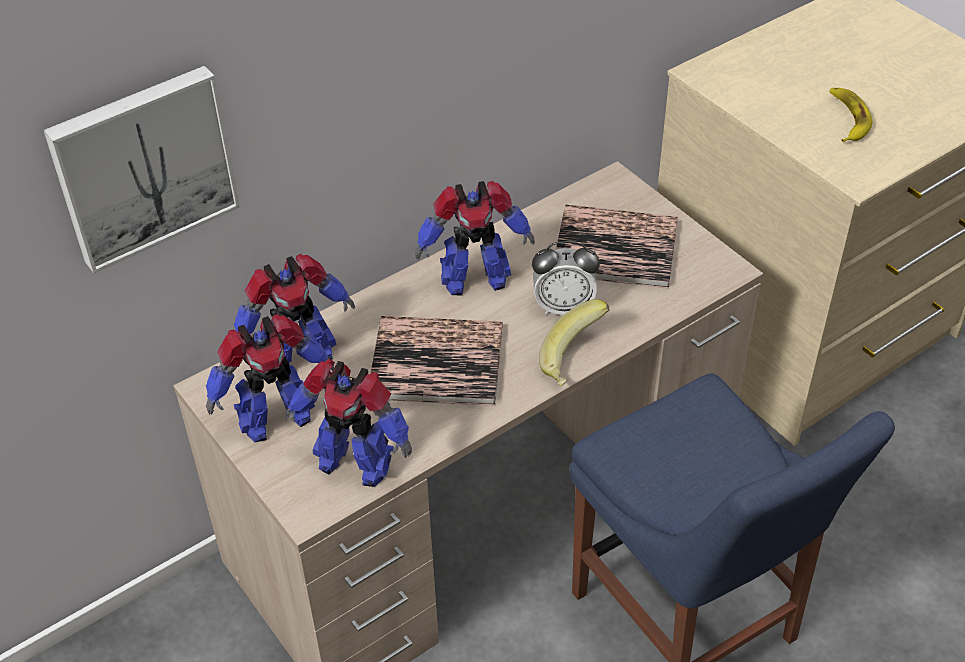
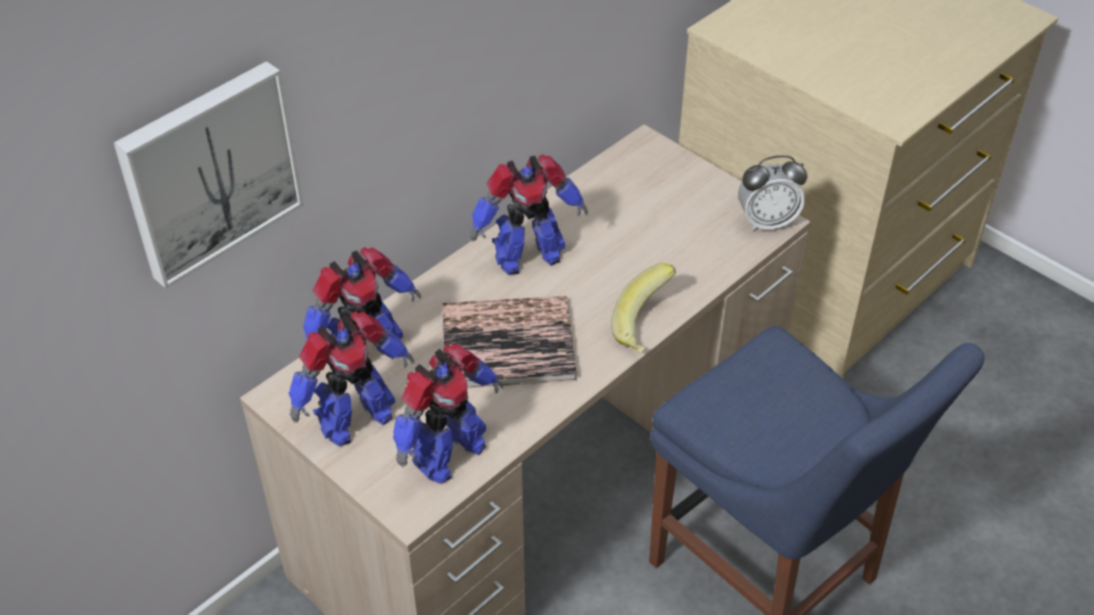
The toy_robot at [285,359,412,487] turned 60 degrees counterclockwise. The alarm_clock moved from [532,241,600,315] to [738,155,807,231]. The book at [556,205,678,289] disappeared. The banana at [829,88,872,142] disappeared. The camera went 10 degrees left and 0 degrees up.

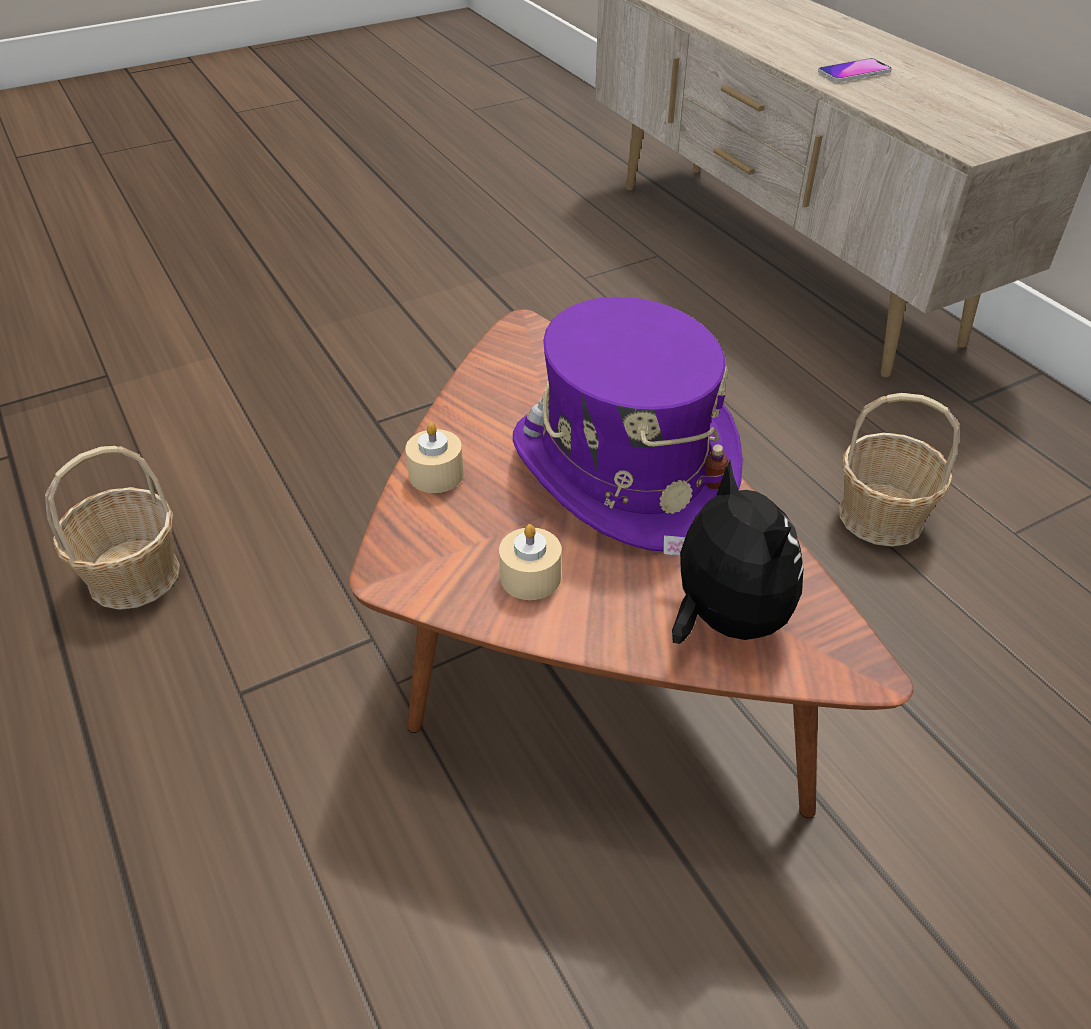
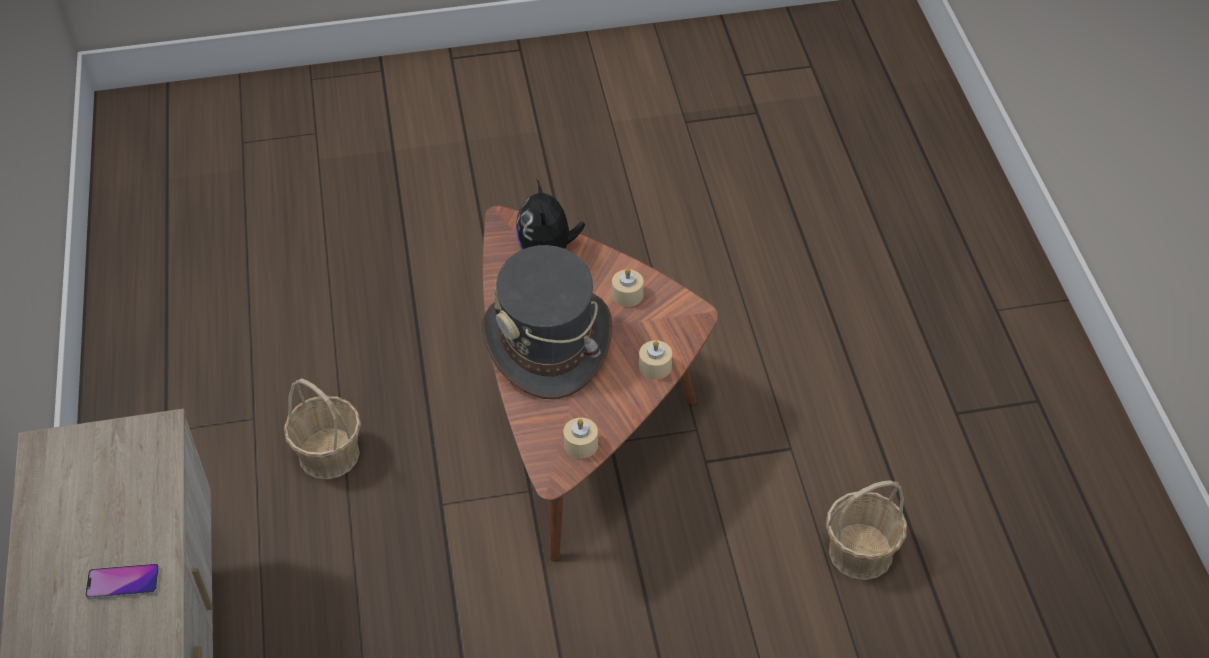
The purple_hat at [513,297,743,551] became the grey_hat at [482,245,612,399]. The beige_candle at [563,418,598,459] appeared. The camera went 160 degrees left and 5 degrees up.

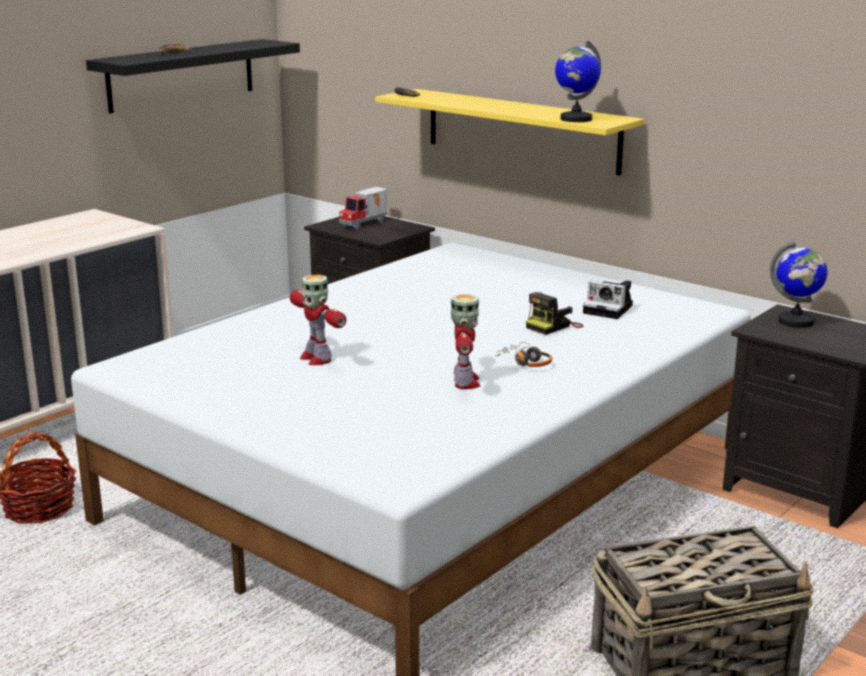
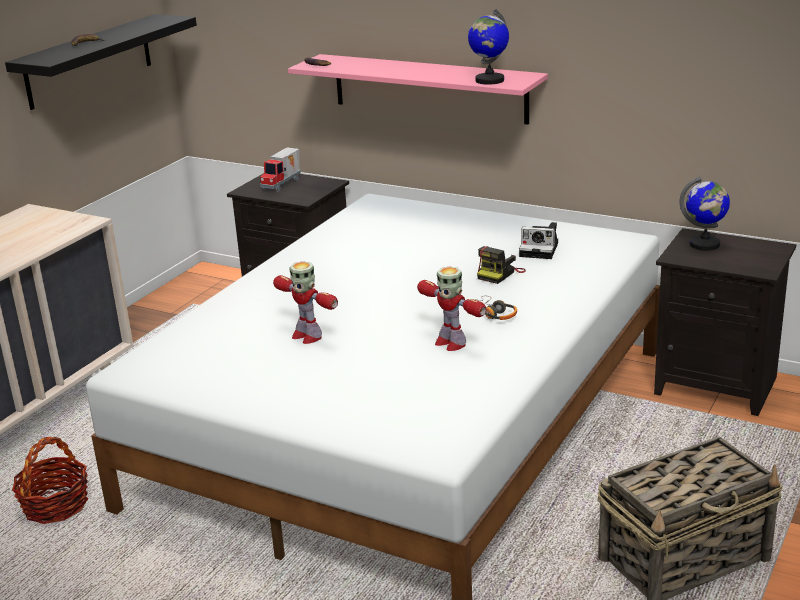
The yellow_shelf at [375,89,644,175] became the pink_shelf at [288,54,548,125]. The toy_robot at [451,294,481,389] turned 150 degrees clockwise. The camera went 10 degrees left and 5 degrees up.

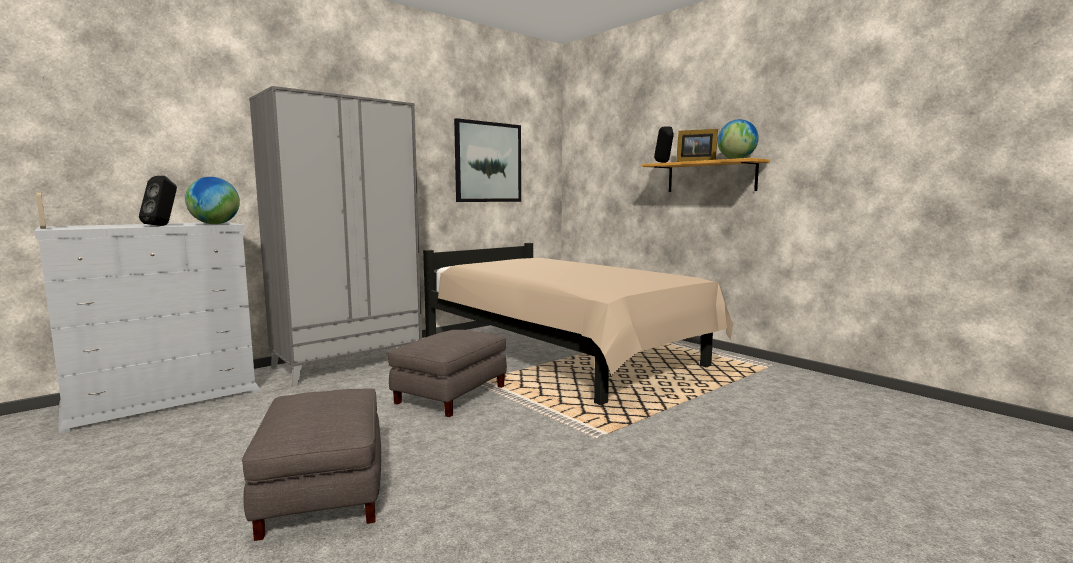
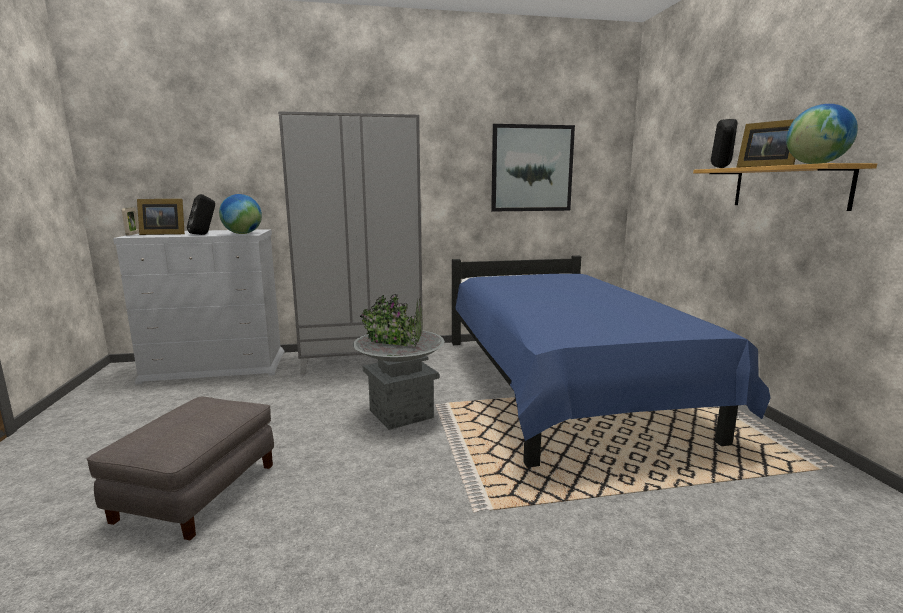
The grey_ottoman at [387,330,507,417] was replaced by the grey_planter at [353,294,445,430]. The beige_bed at [423,243,733,405] became the blue_bed at [452,255,770,467]. The picture_frame at [137,199,185,235] appeared. The camera went 30 degrees right and 5 degrees up.

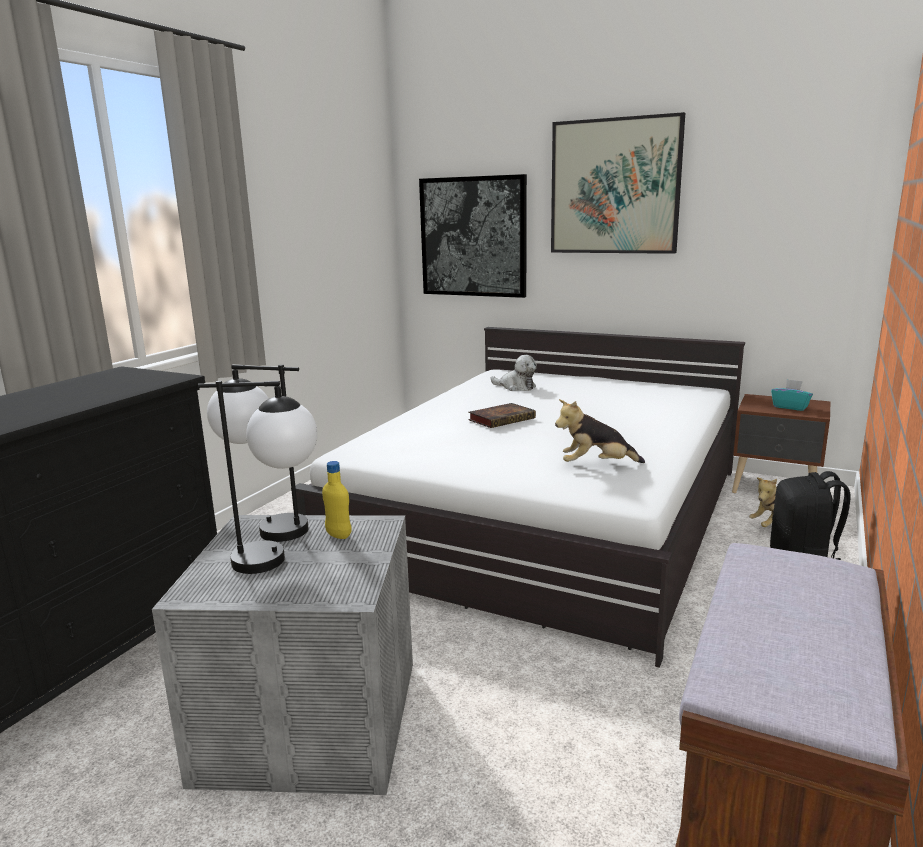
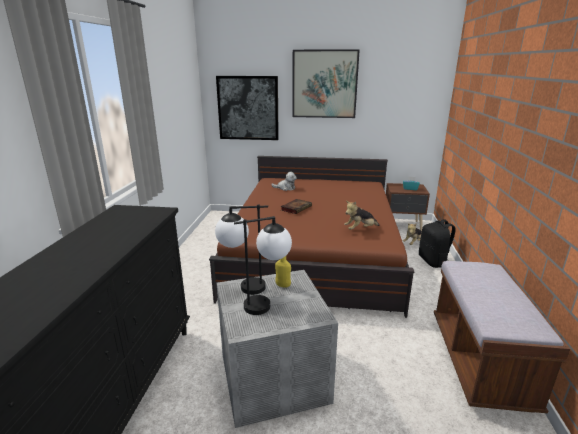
The white_bed at [291,327,745,668] became the brown_bed at [209,156,414,318]. The camera went 20 degrees left and 5 degrees up.

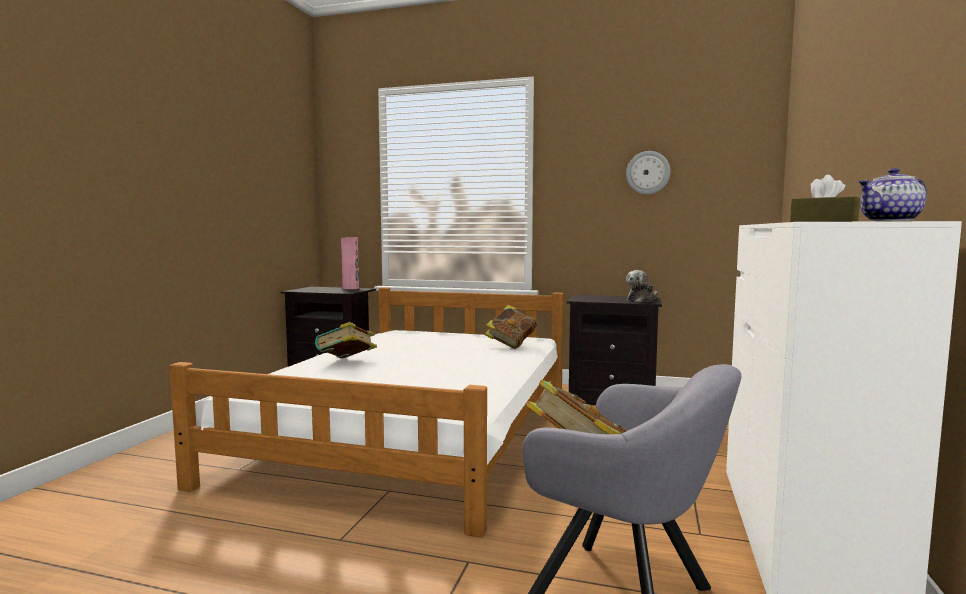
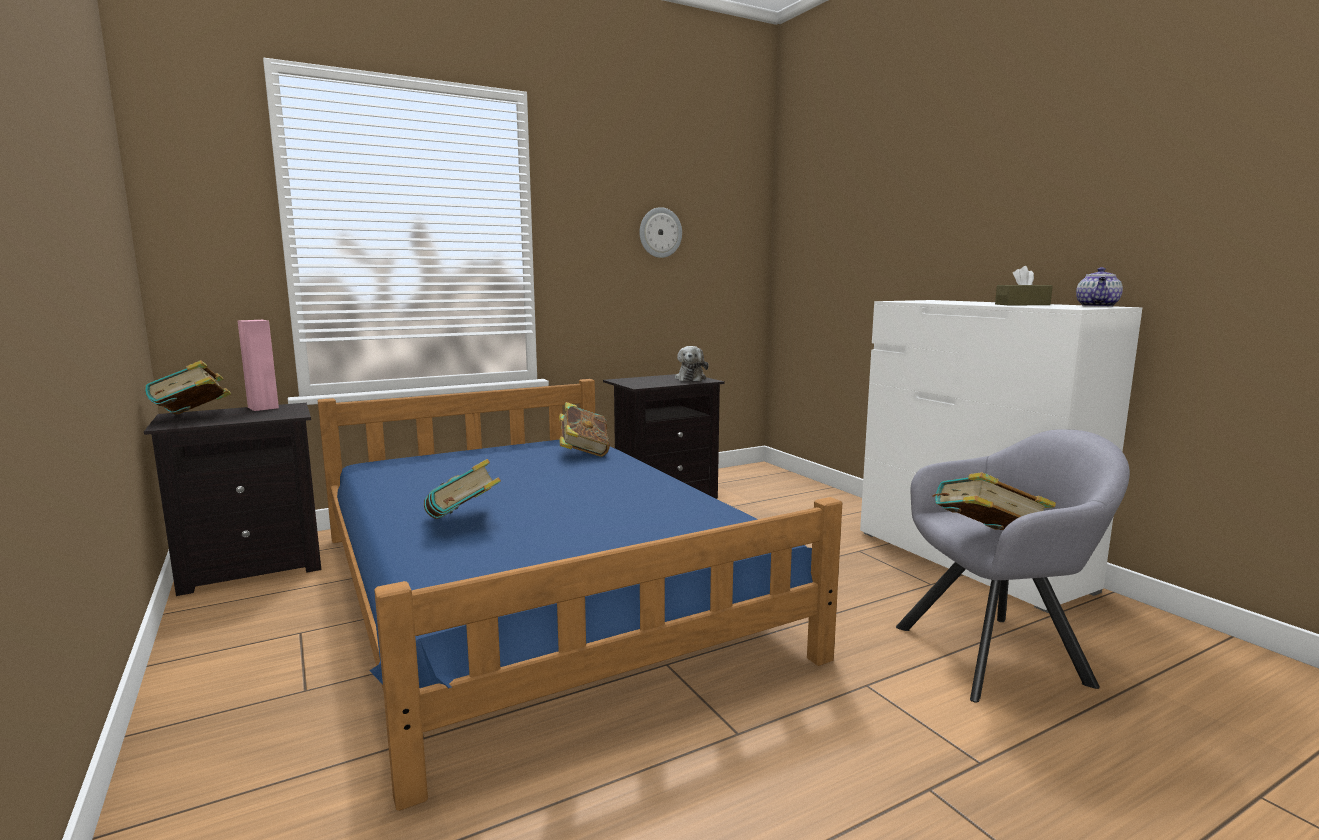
The white_bed at [169,287,564,538] became the blue_bed at [318,379,842,811]. The book at [145,360,231,414] appeared. The camera went 45 degrees left and 5 degrees up.

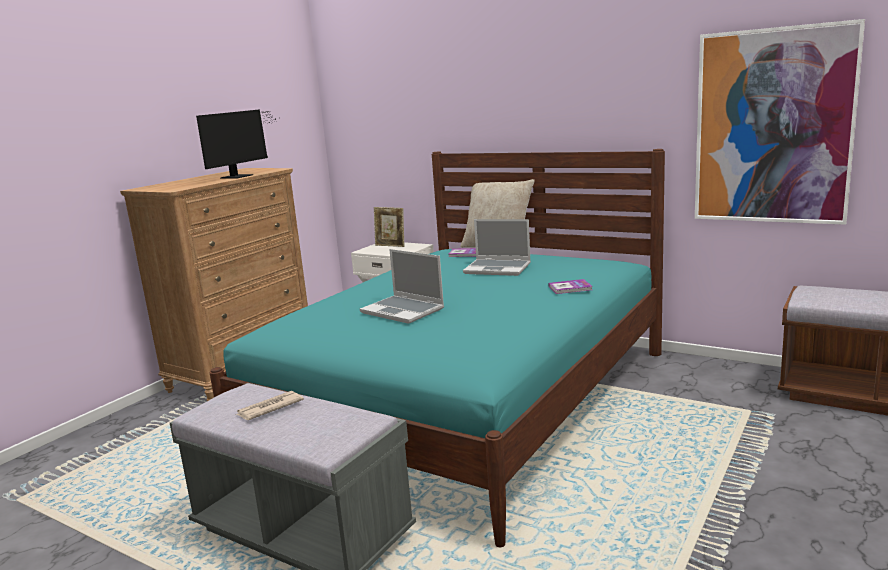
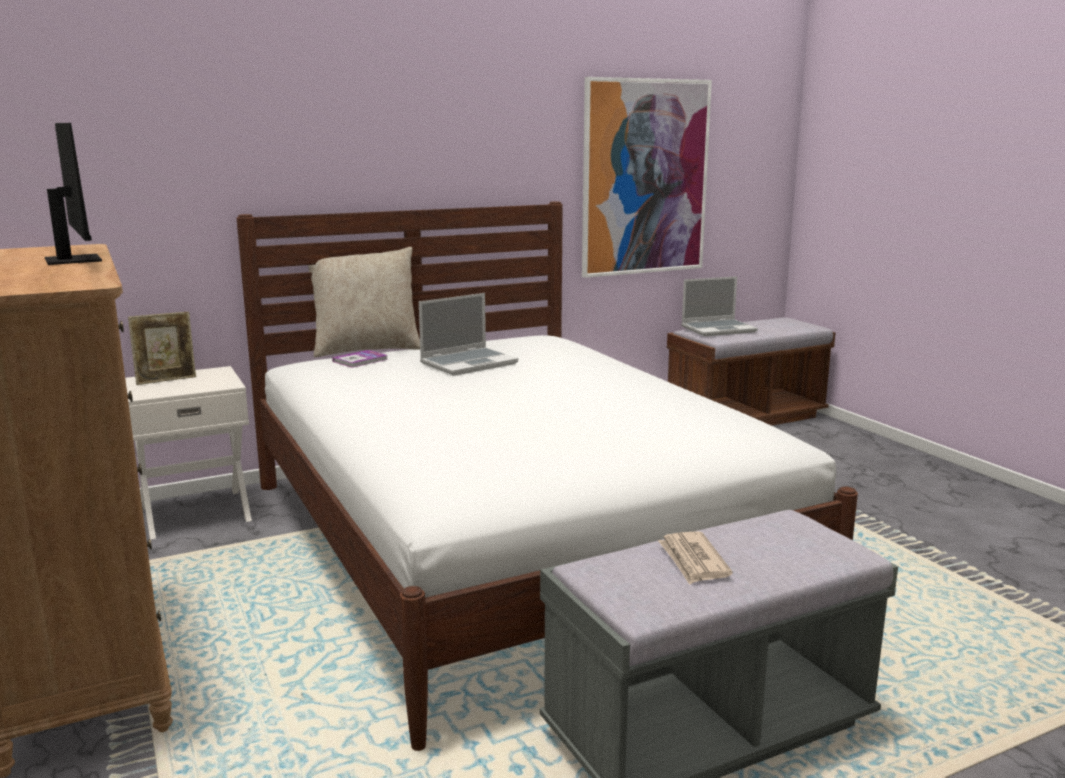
The turquoise_bed at [210,149,665,547] became the white_bed at [237,201,858,751]. The laptop moved from [360,249,444,324] to [681,276,758,336]. The book at [548,279,593,294] disappeared. The camera went 60 degrees left and 0 degrees up.

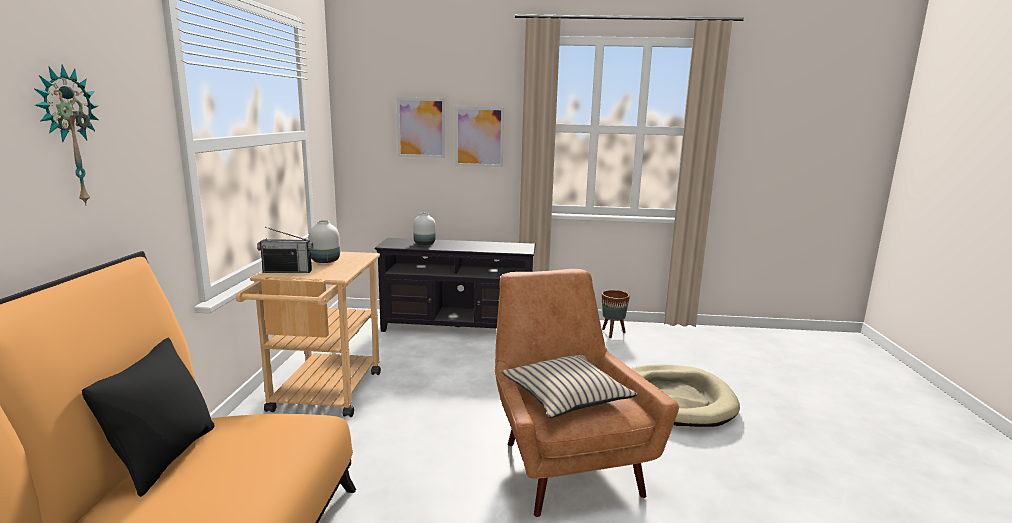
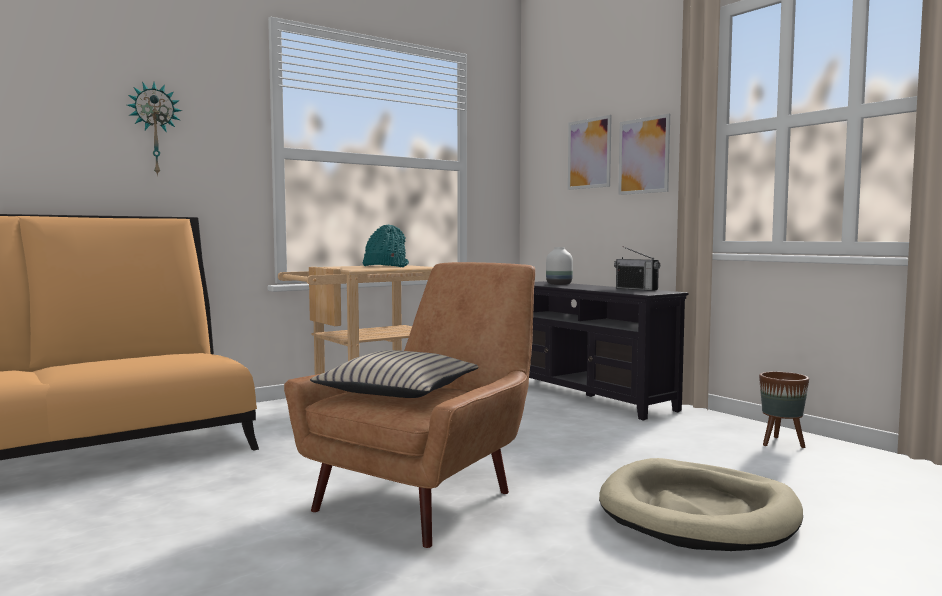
The black_pillow at [82,338,215,497] disappeared. The radio moved from [257,227,313,273] to [614,247,660,291]. The white_vase at [309,220,340,263] was replaced by the turquoise_hat at [363,225,409,267]. The camera went 50 degrees right and 10 degrees down.

